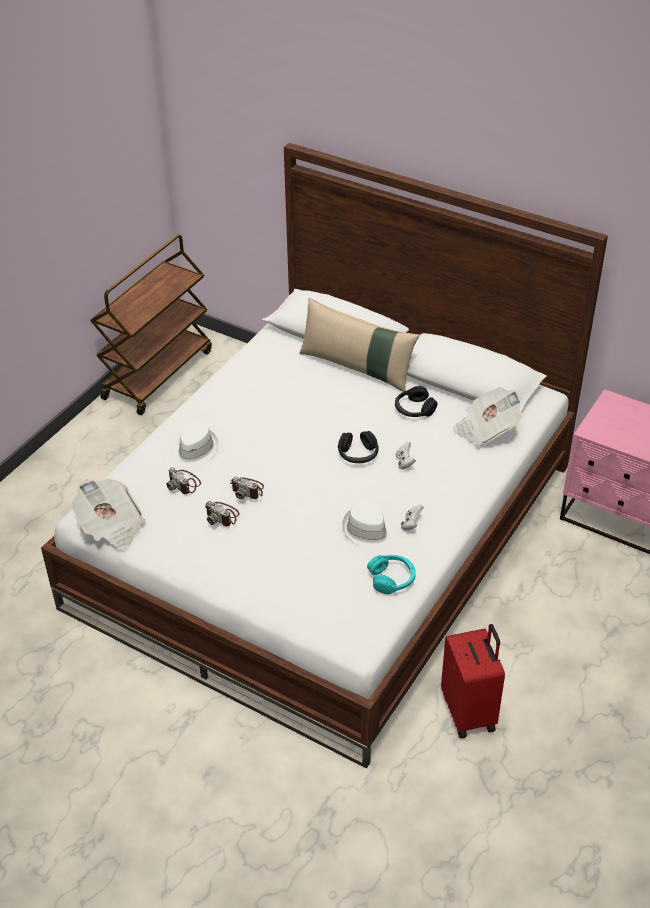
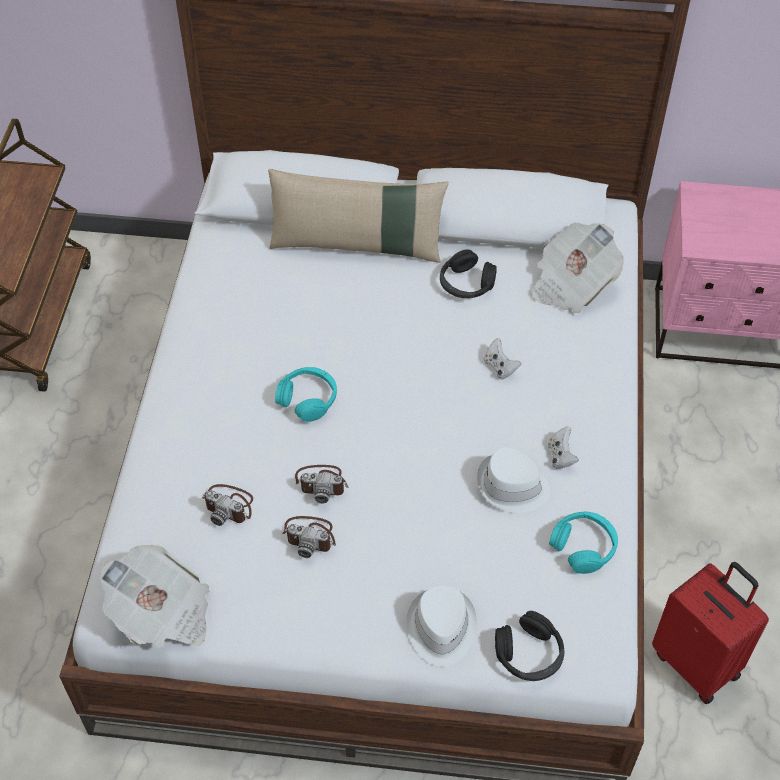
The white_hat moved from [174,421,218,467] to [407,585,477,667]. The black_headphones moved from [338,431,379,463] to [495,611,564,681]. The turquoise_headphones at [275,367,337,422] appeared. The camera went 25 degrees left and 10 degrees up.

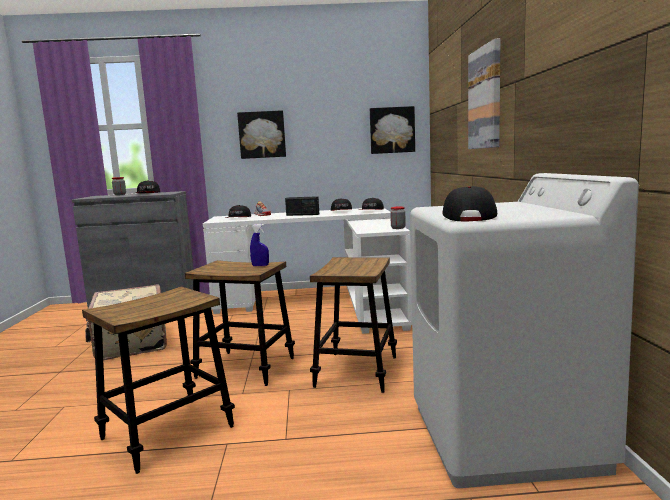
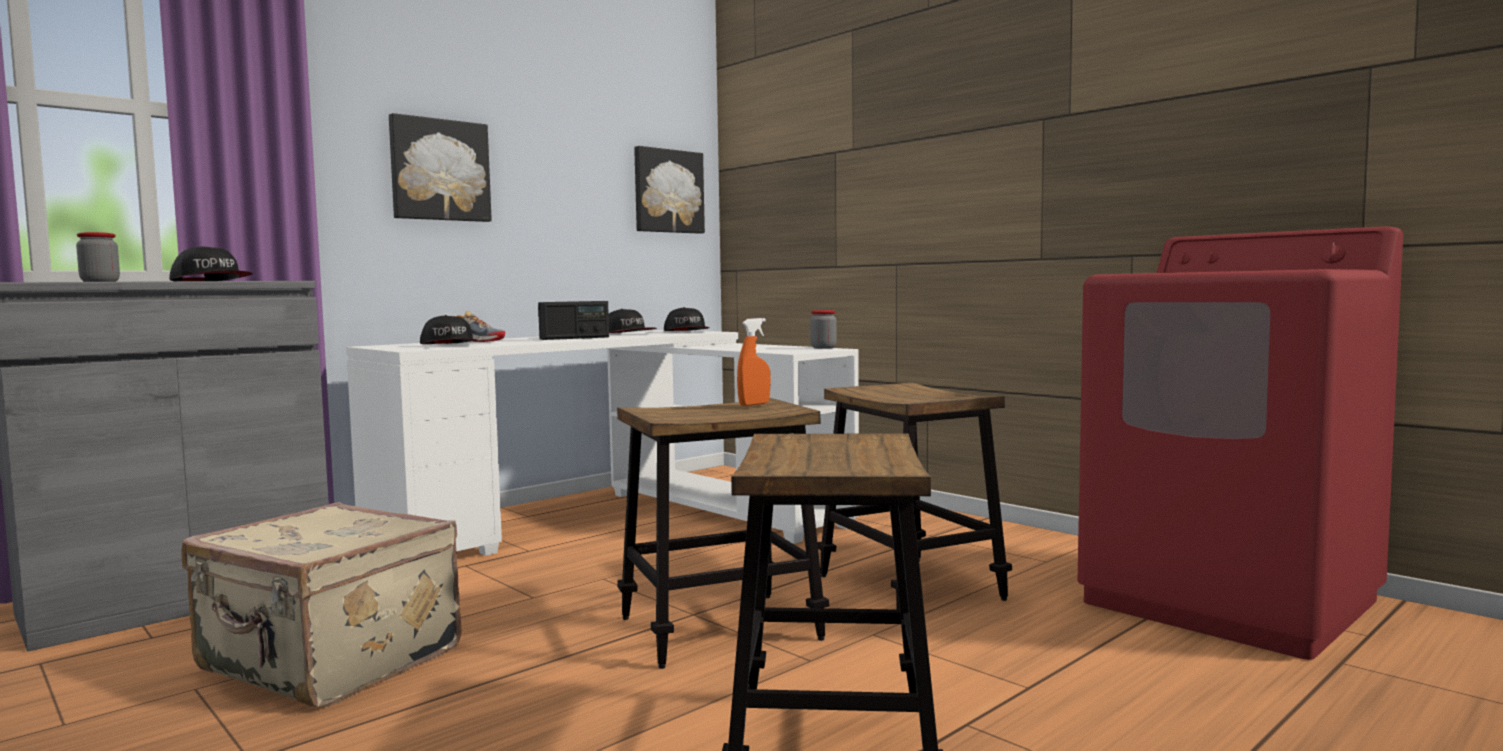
The blue_spray_bottle at [250,224,269,266] became the orange_spray_bottle at [737,318,771,406]. The white_washing_machine at [410,173,639,488] became the red_washing_machine at [1077,226,1403,660]. The cap at [442,186,497,222] disappeared. The picture at [468,38,501,149] disappeared. The camera went 40 degrees left and 5 degrees down.

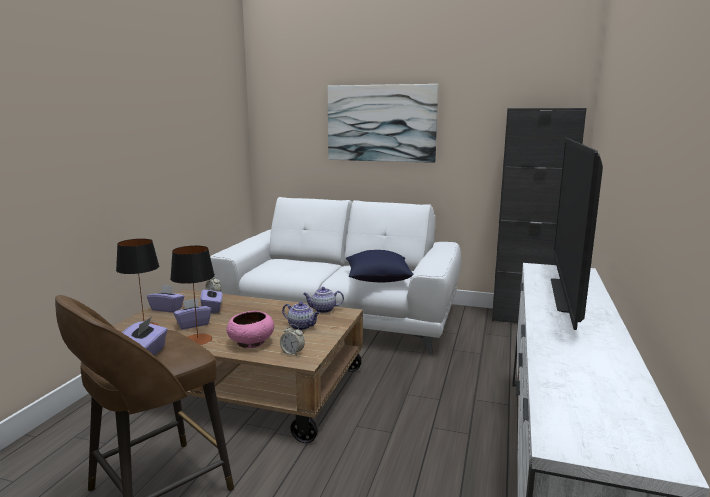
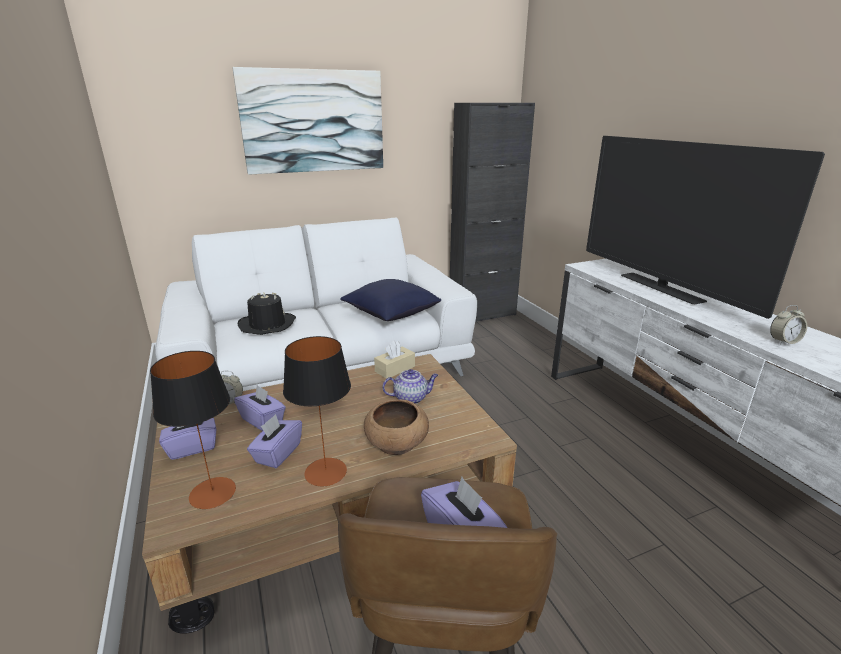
The pink_bowl at [226,311,274,348] became the brown_bowl at [364,399,429,455]. The alarm_clock moved from [280,324,305,356] to [770,305,807,345]. The teapot at [303,287,344,313] was replaced by the beige_tissue_box at [374,340,415,379]. The black_hat at [238,292,296,335] appeared. The camera went 40 degrees left and 10 degrees up.

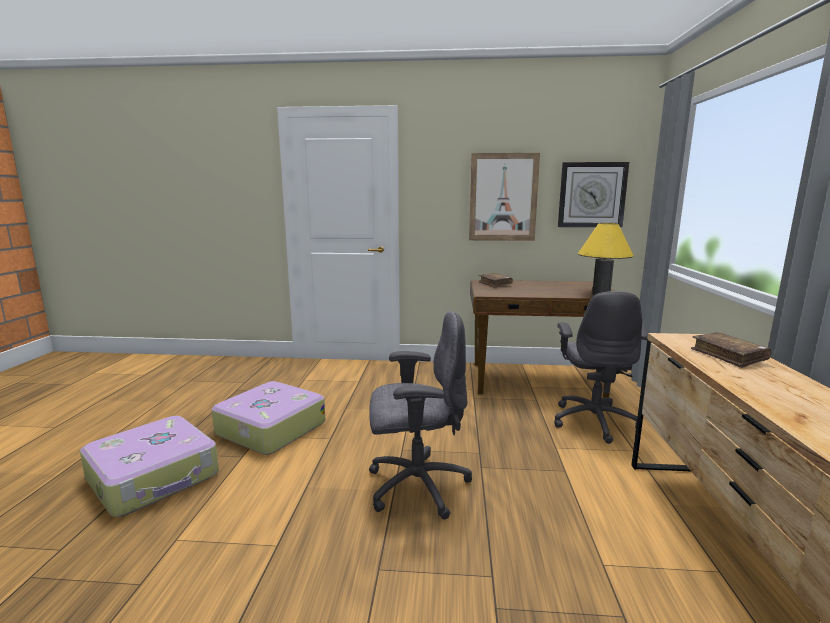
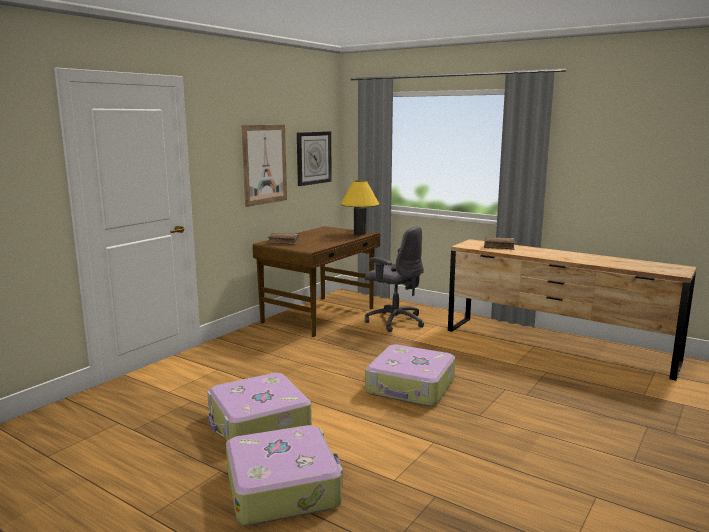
The grey_office_chair at [369,311,472,519] was replaced by the suitcase at [365,344,455,406]. The camera went 60 degrees left and 0 degrees up.

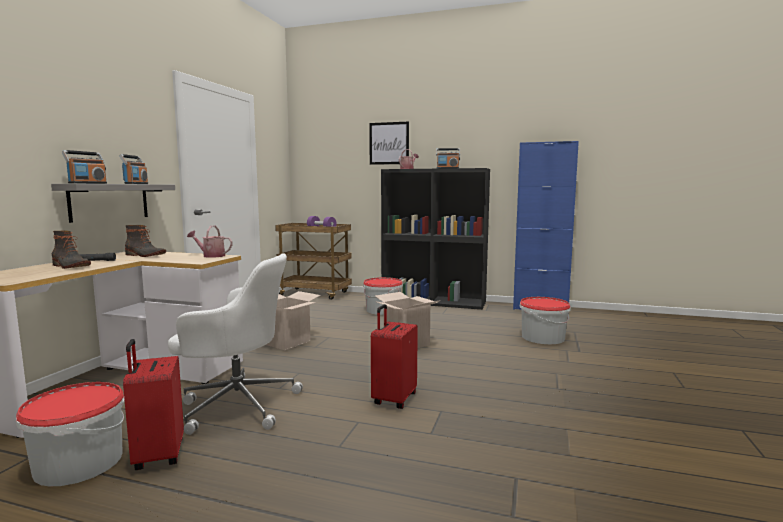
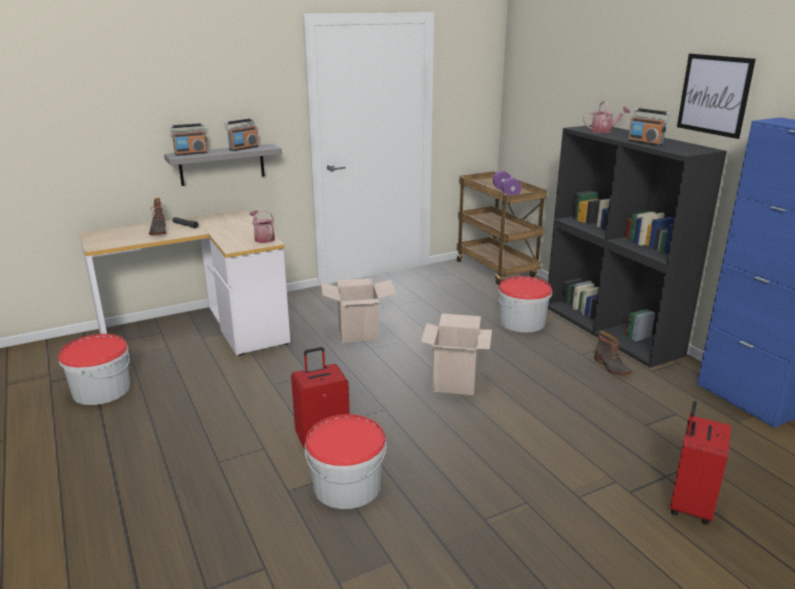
The red_suitcase moved from [123,339,184,470] to [670,401,731,525]. The boot moved from [125,225,166,257] to [594,331,632,375]. The white_office_chair at [168,253,303,435] disappeared. The picture moved from [369,121,409,165] to [677,53,756,139]. The bucket moved from [520,297,571,344] to [305,414,387,509]. The camera went 45 degrees right and 15 degrees up.

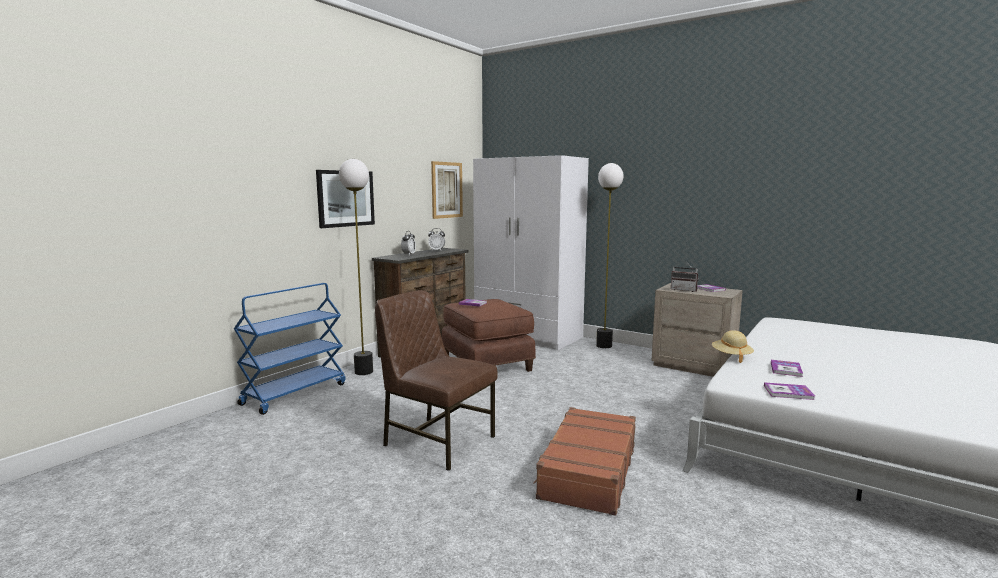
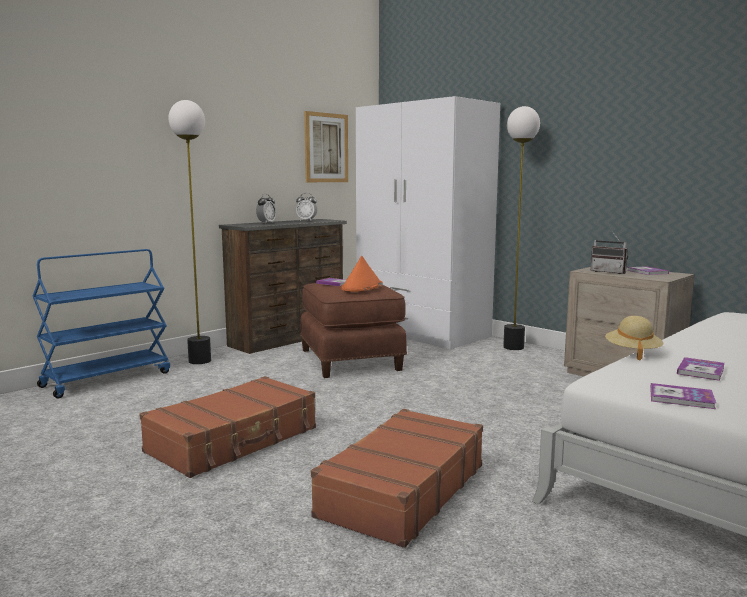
The picture at [316,170,375,228] disappeared. The brown_chair at [375,290,498,471] was replaced by the brown_suitcase at [139,376,316,478]. The orange_hat at [341,256,383,292] appeared. The camera went 10 degrees right and 0 degrees up.

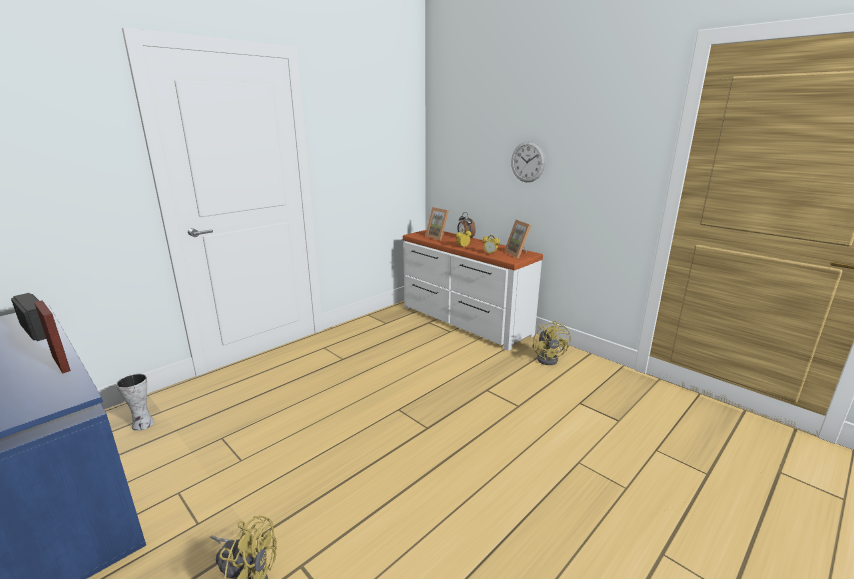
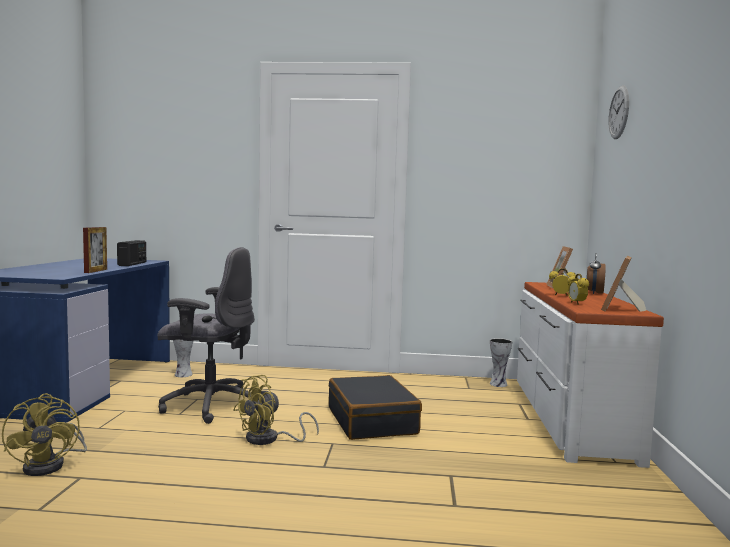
The wall_clock moved from [511,141,545,182] to [608,85,629,139]. The yellow_fan moved from [532,320,571,365] to [233,375,319,445]. The grey_office_chair at [158,247,255,424] appeared. The black_suitcase at [329,375,422,440] appeared. The vase at [490,338,512,387] appeared. The camera went 50 degrees right and 15 degrees down.

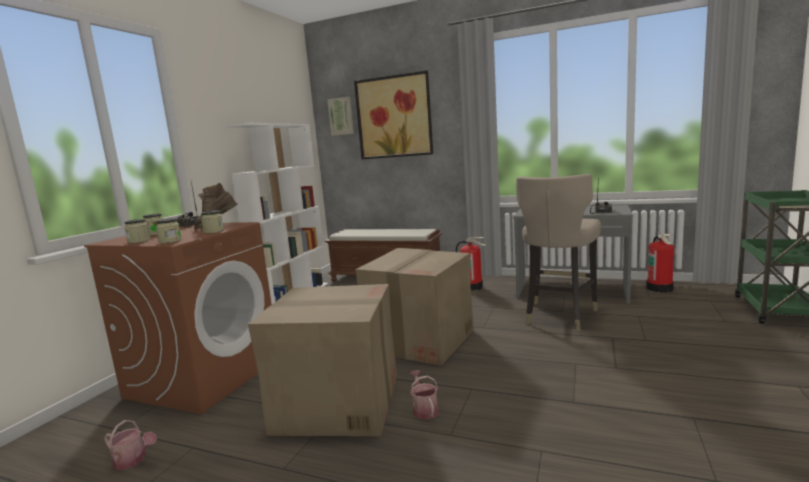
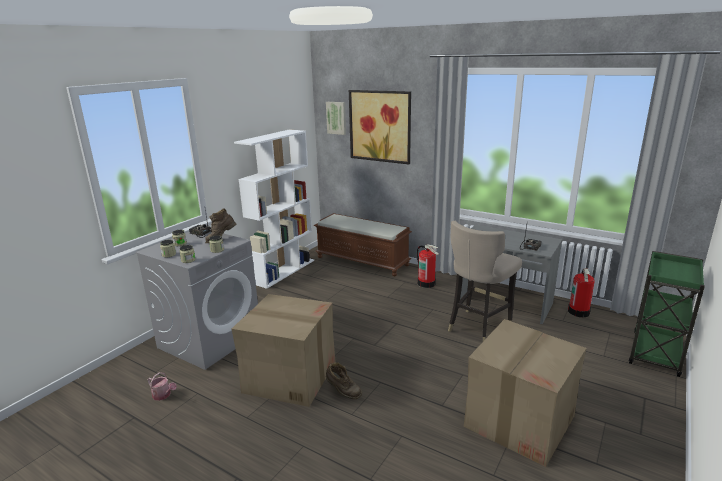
The brown_washing_machine at [84,222,272,414] became the grey_washing_machine at [135,230,258,370]. The cardboard_box moved from [355,248,474,366] to [464,319,587,467]. The watering_can at [410,370,438,419] was replaced by the brown_boot at [326,363,362,399]. The camera went 10 degrees right and 10 degrees up.

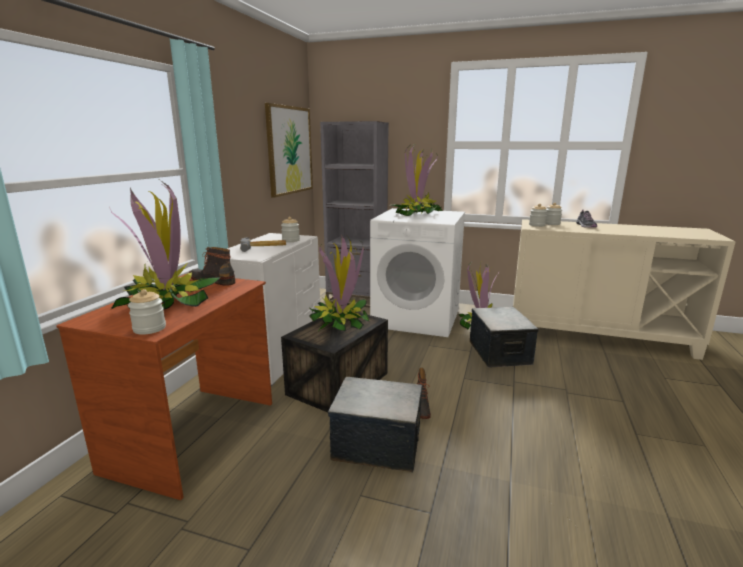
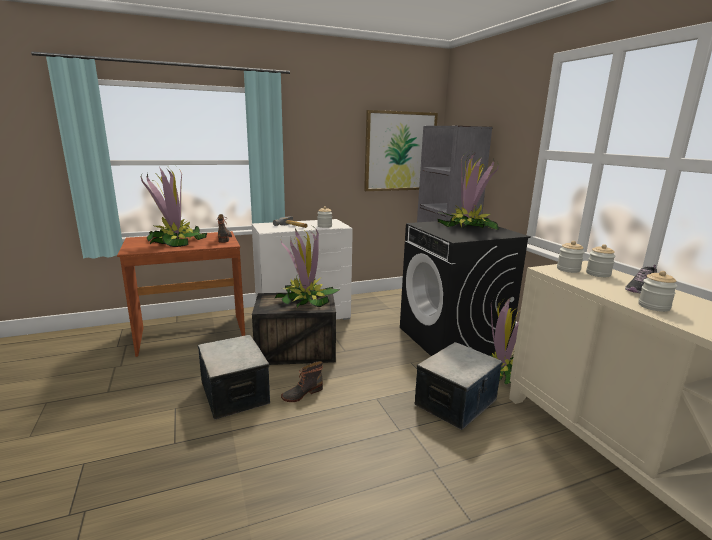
The jar moved from [128,289,166,335] to [638,271,677,312]. The white_washing_machine at [370,208,465,337] became the black_washing_machine at [400,220,531,356]. The camera went 50 degrees right and 0 degrees up.

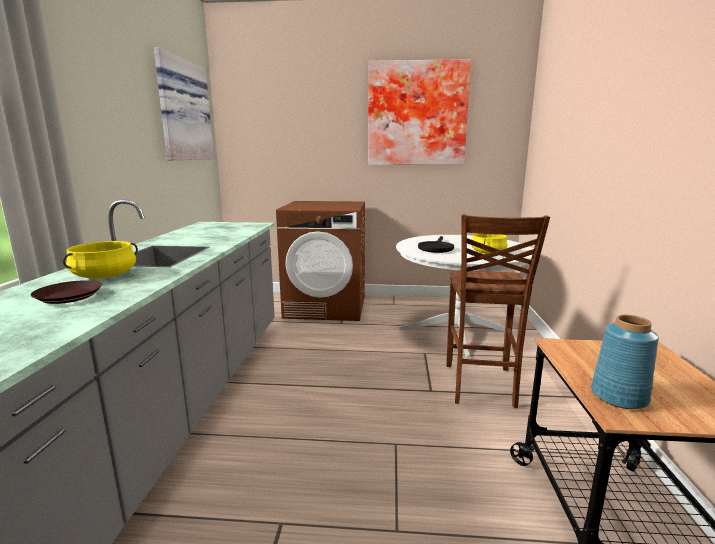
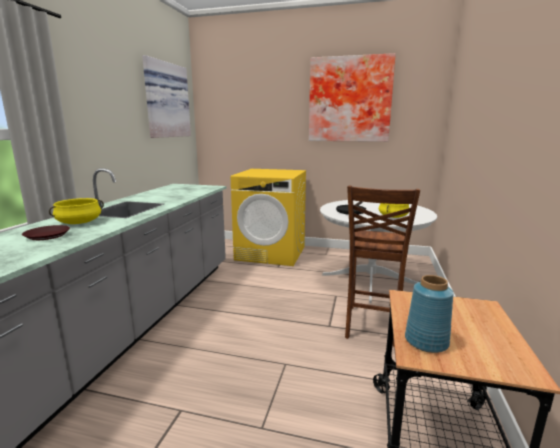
The brown_washing_machine at [276,201,365,321] became the yellow_washing_machine at [231,169,306,266]. The camera went 10 degrees right and 0 degrees up.

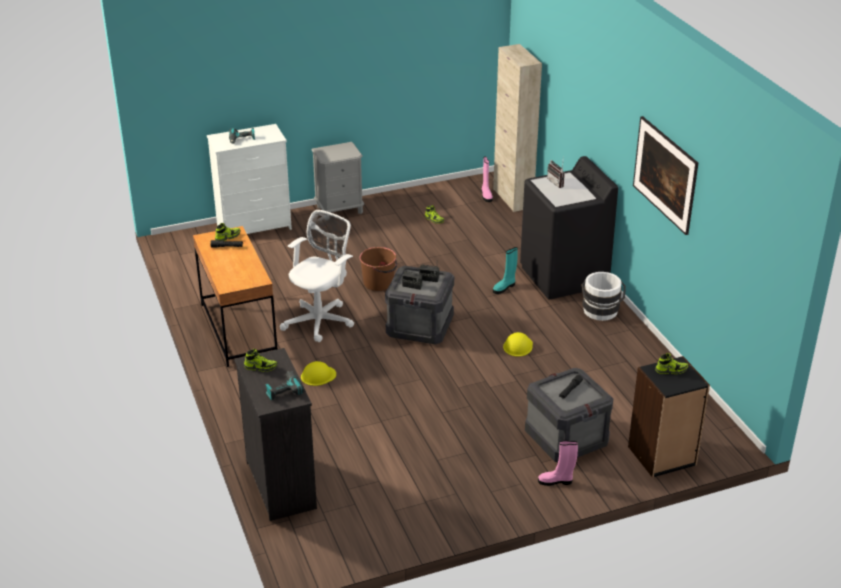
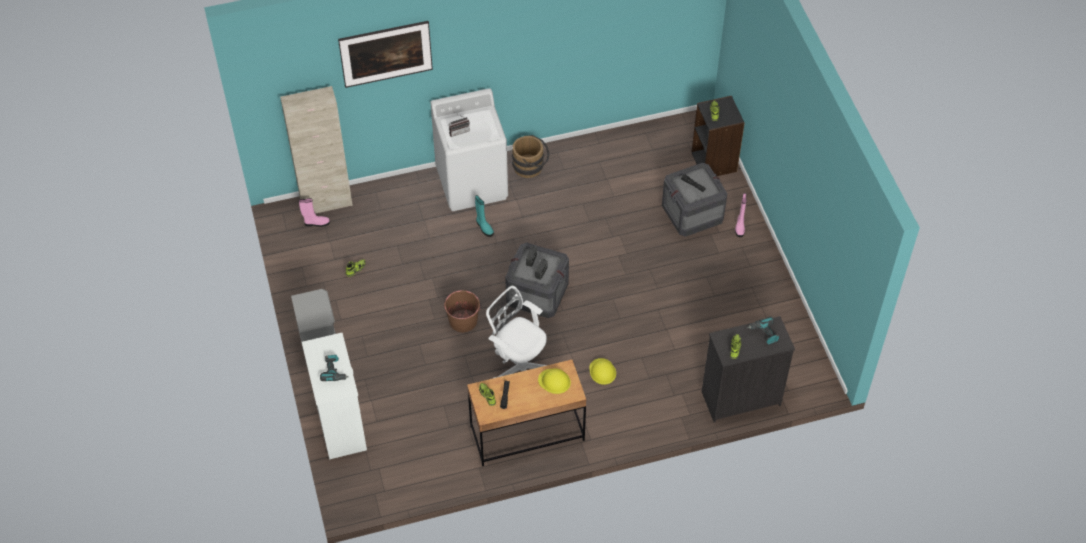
The yellow_hard_hat moved from [503,332,533,357] to [538,368,571,394]. The black_washing_machine at [520,156,618,300] became the white_washing_machine at [430,88,508,211]. The white_bucket at [581,272,626,321] became the brown_bucket at [512,135,550,178]. The picture moved from [633,116,698,235] to [338,21,433,88]. The camera went 85 degrees left and 20 degrees up.

